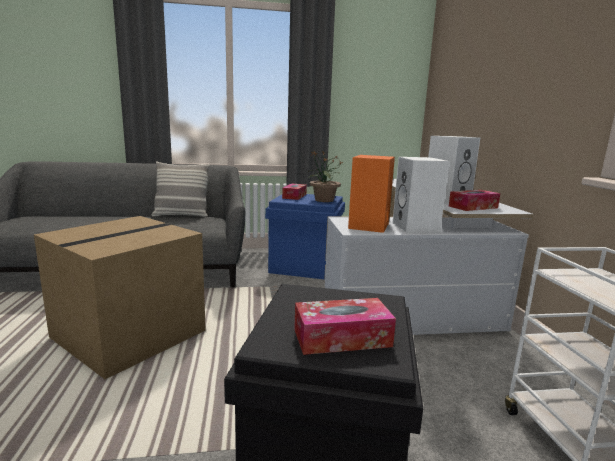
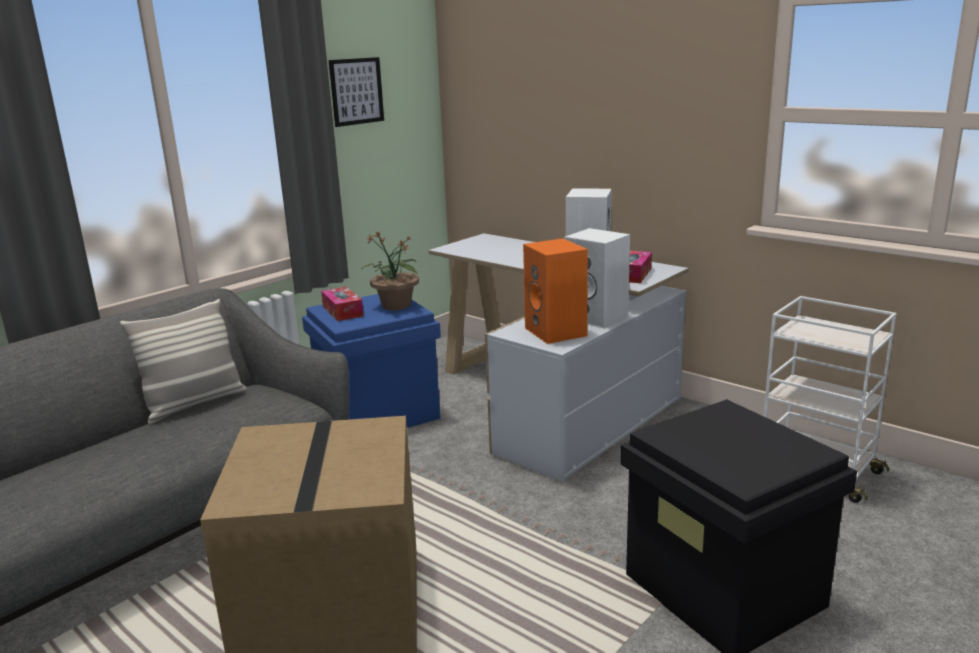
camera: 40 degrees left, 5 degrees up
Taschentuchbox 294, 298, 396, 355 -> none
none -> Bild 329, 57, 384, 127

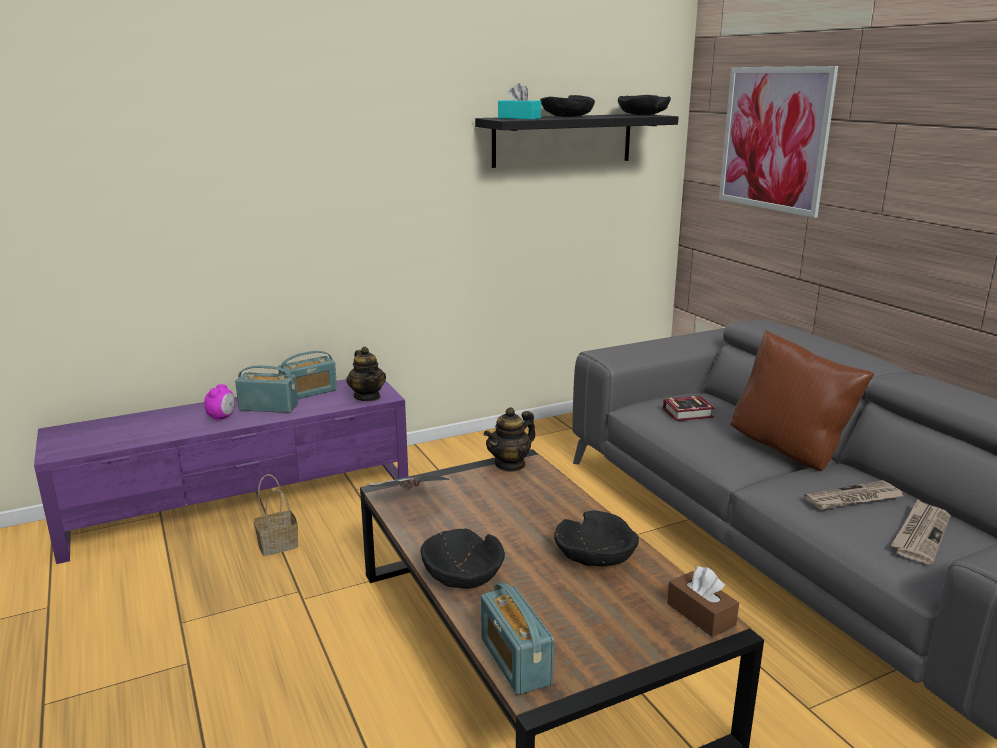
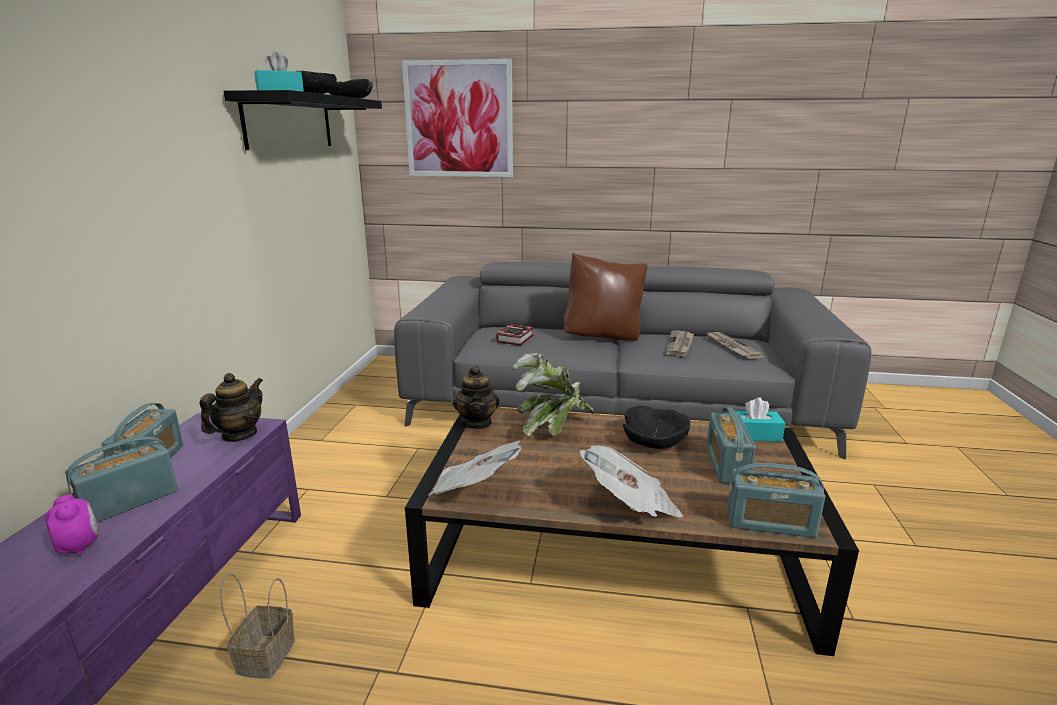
camera: 55 degrees left, 0 degrees up
Teekanne 346, 347, 386, 401 -> Teekanne 200, 373, 263, 442, 75 degrees counterclockwise
Schüssel [schwarz] 420, 529, 505, 589 -> Zeitung 580, 445, 683, 517
Taschentuchbox [braun] 667, 566, 739, 637 -> Taschentuchbox [türkis] 735, 397, 785, 441
none -> Topfpflanze 513, 353, 594, 436
none -> Radio 707, 407, 756, 483

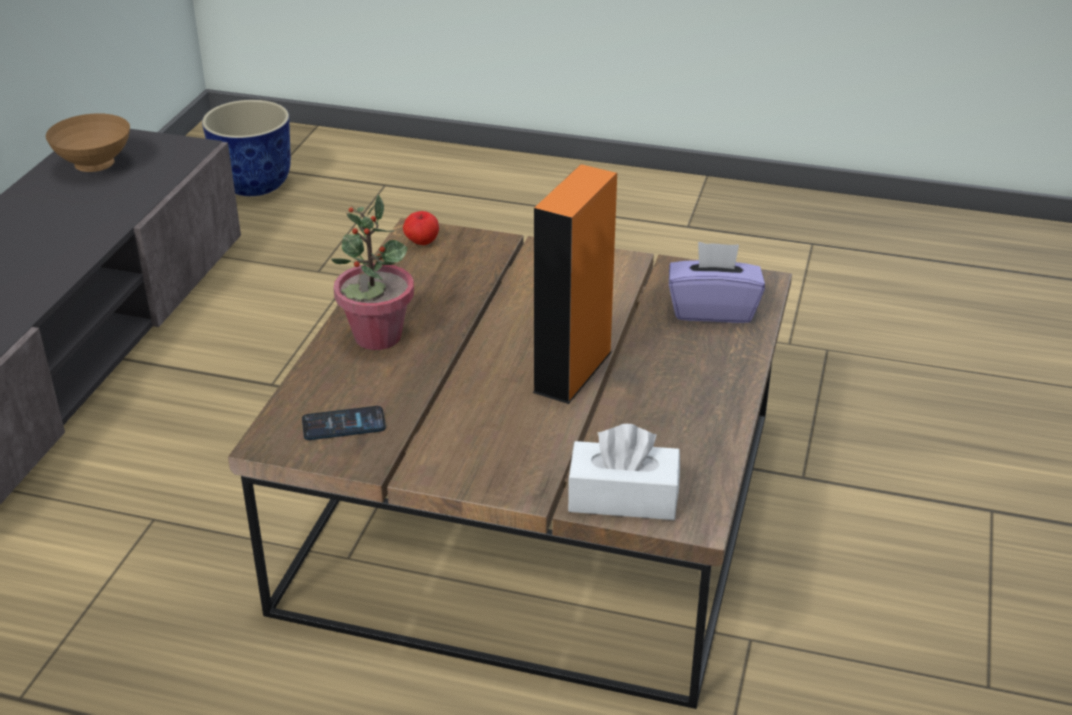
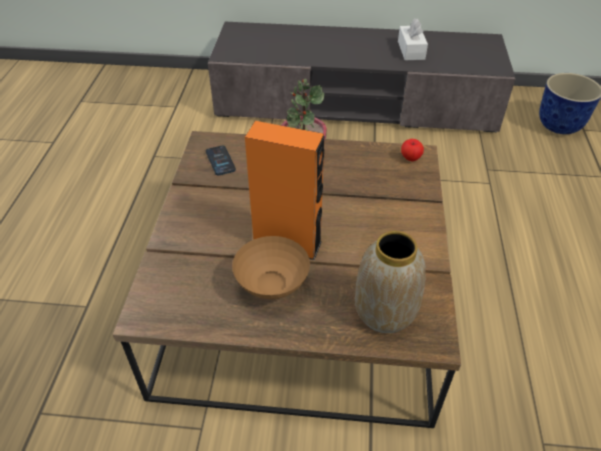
camera: 80 degrees right, 10 degrees up
Schüssel [braun] 46, 113, 130, 172 -> Schüssel [braun] 232, 236, 310, 300, relocated
Taschentuchbox [lila] 669, 242, 765, 323 -> Vase 355, 231, 426, 333
Taschentuchbox [weiß] 568, 424, 680, 520 -> Taschentuchbox [weiß] 398, 18, 428, 60, relocated

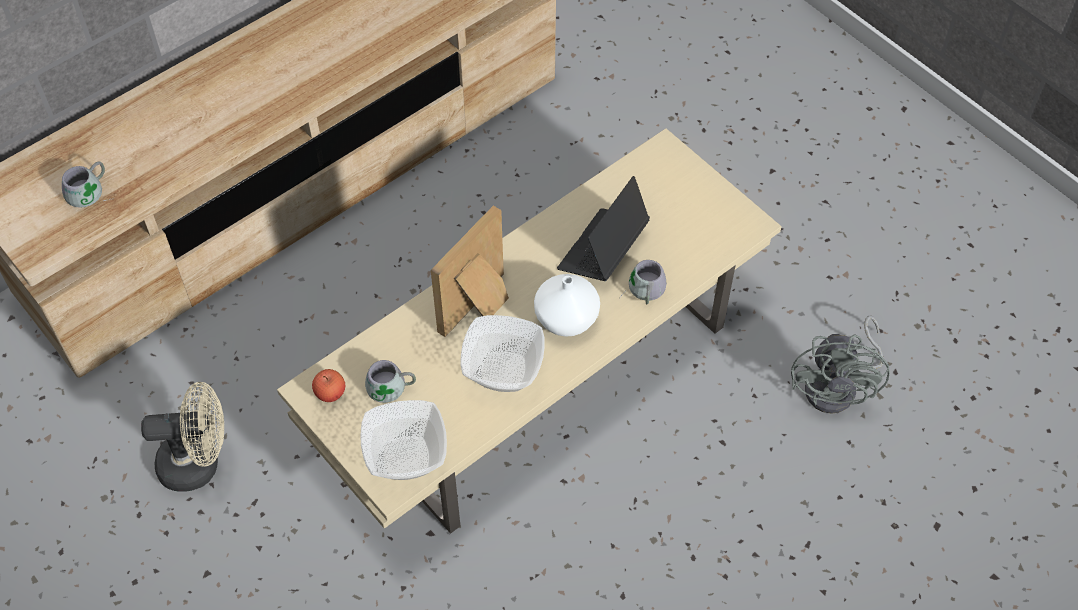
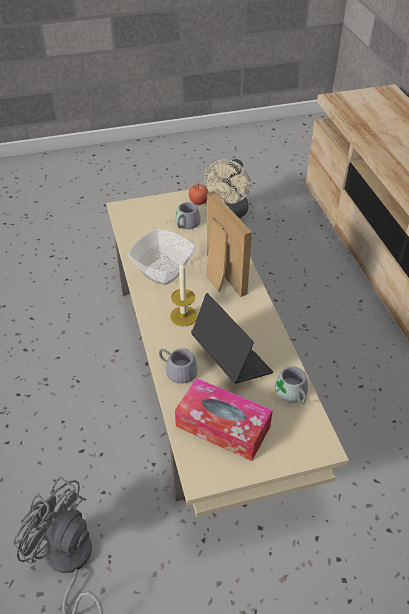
camera: 115 degrees right, 10 degrees down
Henkelbecher [grau] 62, 162, 114, 208 -> Henkelbecher [grau] 275, 366, 308, 405, relocated
Vase [weiß] 534, 274, 600, 337 -> Kerze 170, 262, 197, 327
Schüssel 361, 400, 447, 480 -> none
none -> Taschentuchbox 175, 378, 273, 461

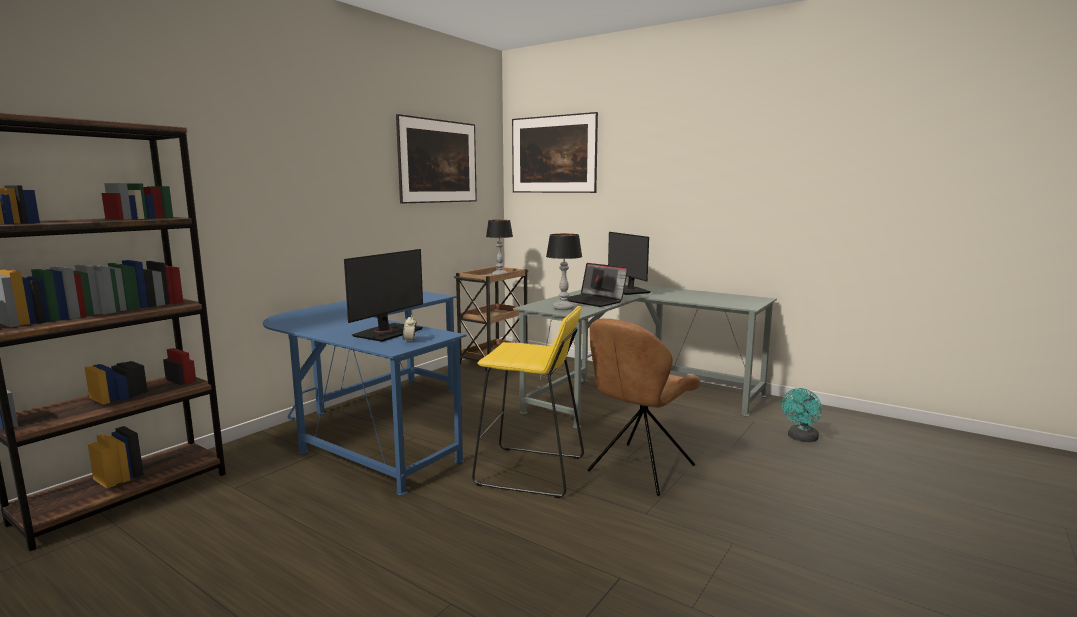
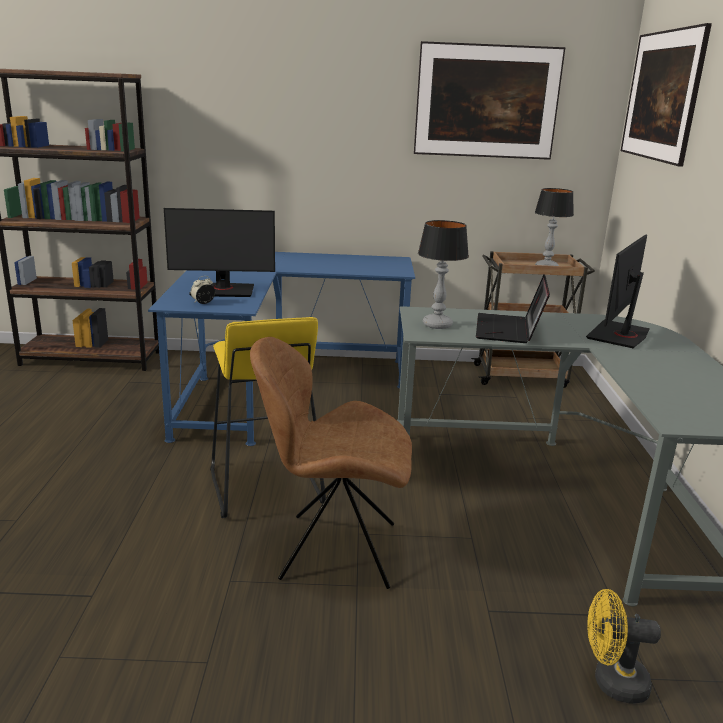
camera: 55 degrees right, 10 degrees up
Ventilator [türkis] 782, 388, 822, 442 -> Ventilator [gelb] 587, 589, 661, 704

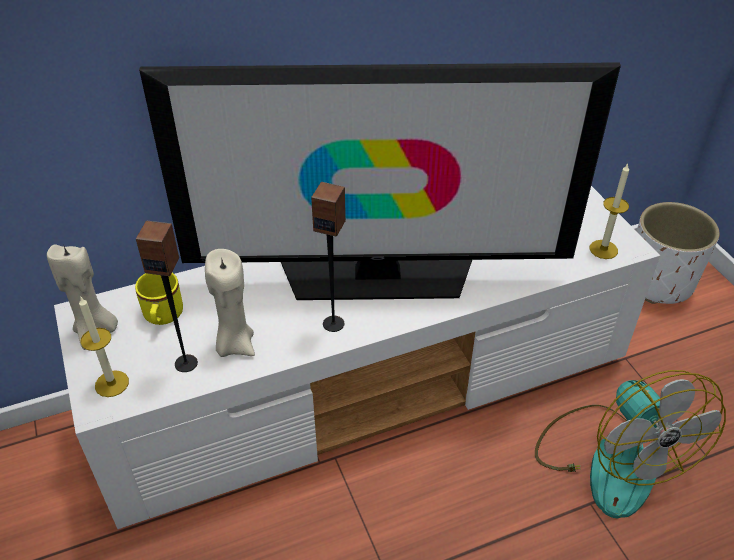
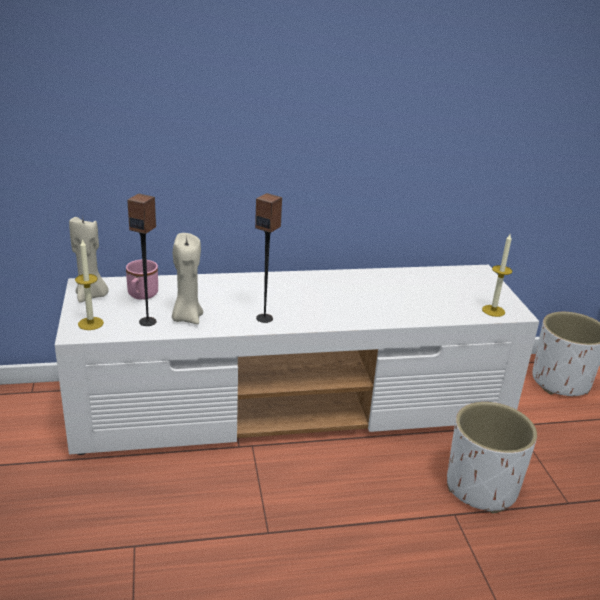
camera: 10 degrees right, 15 degrees down
Fernseher 139, 62, 621, 300 -> none
Henkelbecher [gelb] 135, 273, 183, 325 -> Henkelbecher [rosa] 126, 260, 158, 300
Ventilator 535, 370, 726, 519 -> Pflanzkübel [weiß] 447, 402, 537, 513

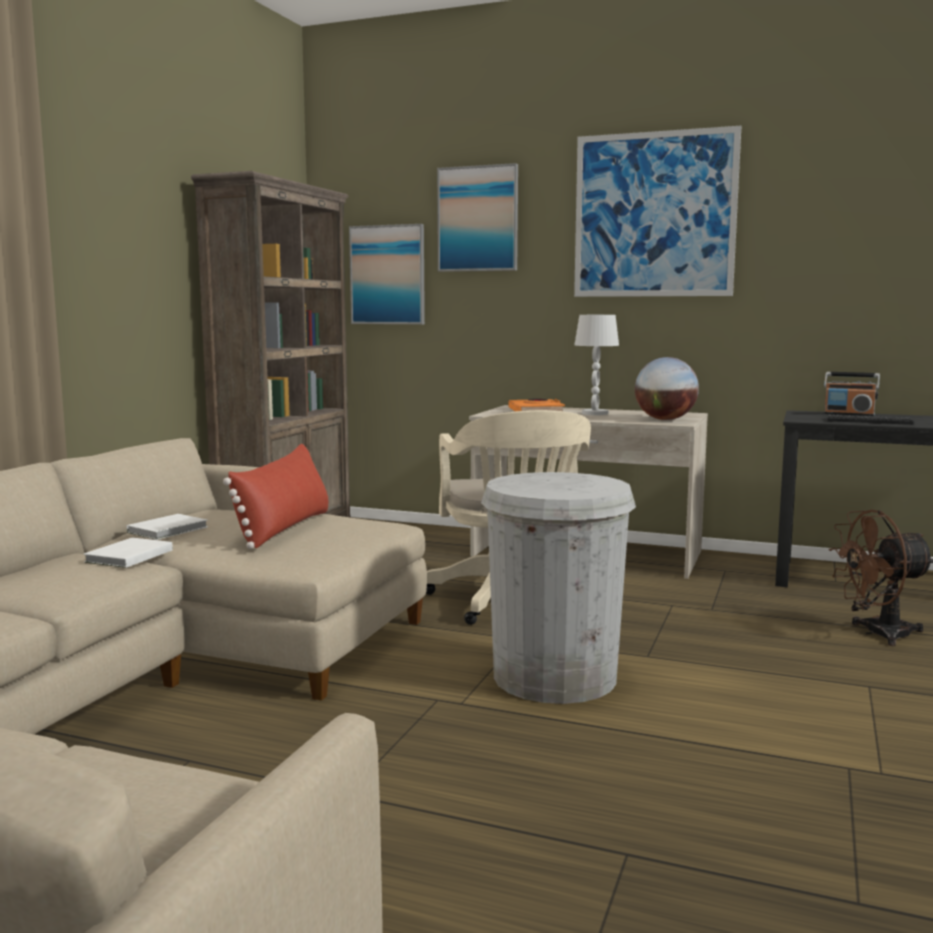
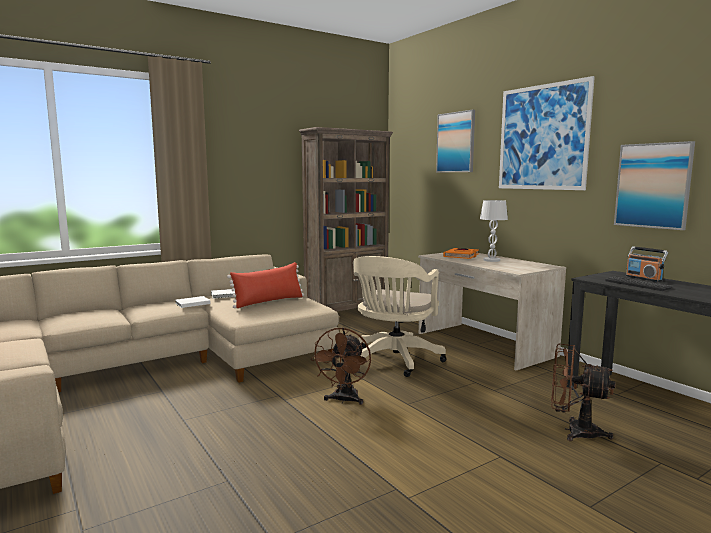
camera: 35 degrees right, 0 degrees up
Bild 349, 224, 425, 324 -> Bild 614, 141, 695, 230, relocated
Globus 635, 357, 699, 420 -> none
Mülleimer [weiß] 481, 472, 636, 704 -> Ventilator [braun] 311, 327, 371, 405

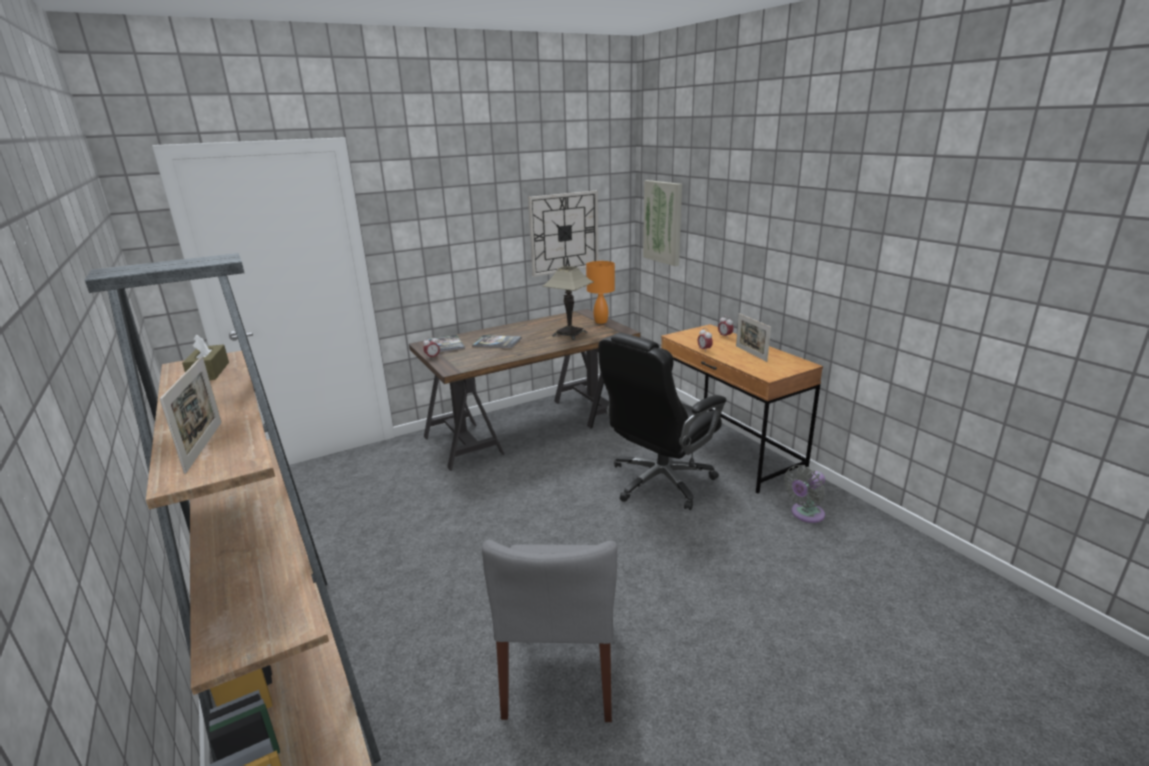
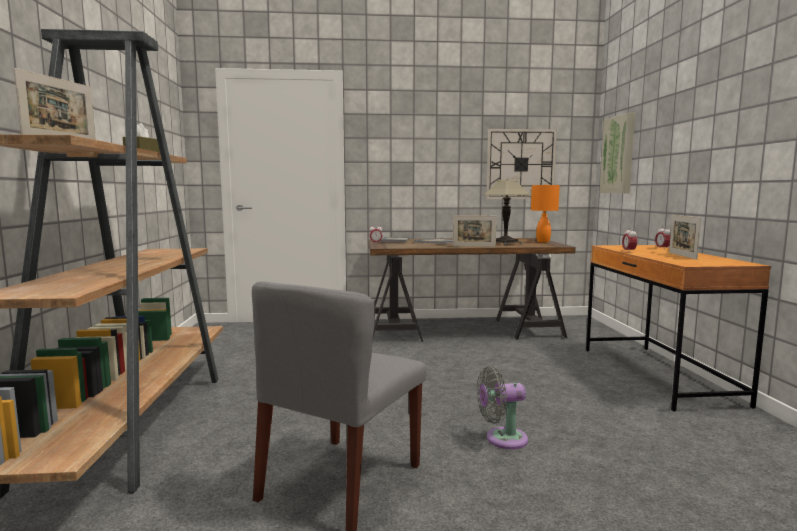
camera: 25 degrees right, 15 degrees down
Bürostuhl [schwarz] 598, 333, 726, 510 -> none
Ventilator [grau] 784, 465, 825, 523 -> Ventilator [grau] 477, 366, 528, 449, relocated
none -> Bilderrahmen 453, 216, 497, 247

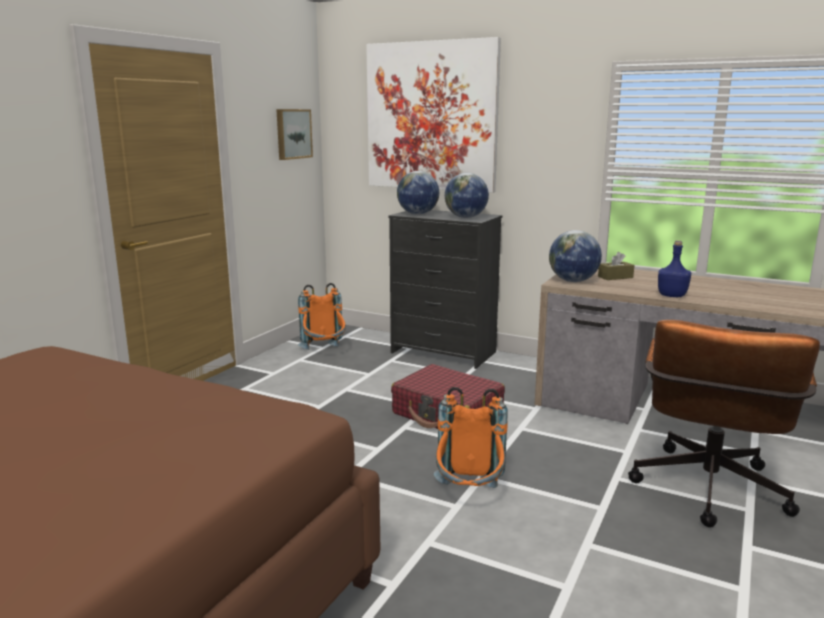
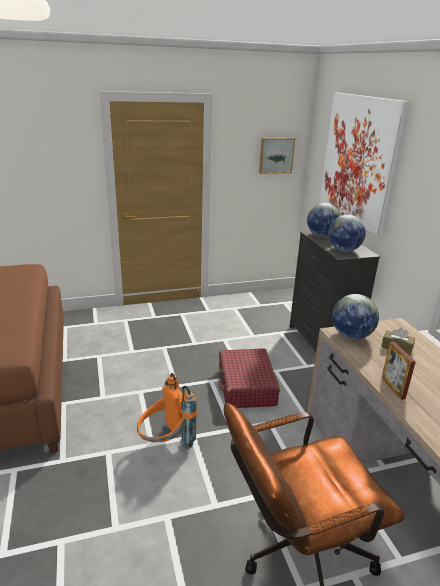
camera: 45 degrees right, 10 degrees up
Flasche [blau] 658, 240, 691, 297 -> Bilderrahmen 382, 342, 416, 400
Rucksack [orange] 298, 283, 346, 350 -> none

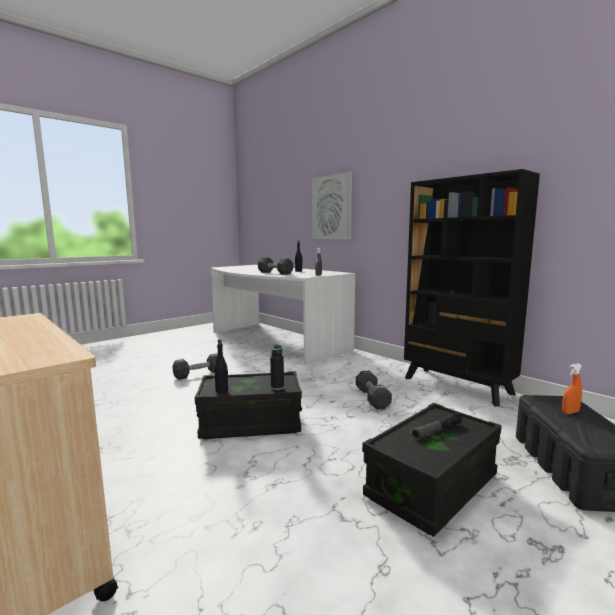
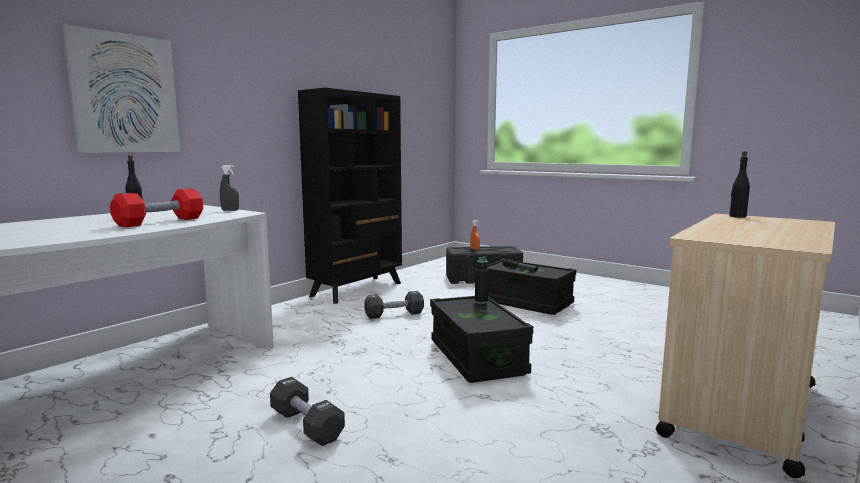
camera: 100 degrees left, 0 degrees up
Hantel [schwarz] 258, 257, 293, 275 -> Hantel [rot] 110, 189, 203, 227
Flasche [schwarz] 215, 339, 228, 394 -> Flasche [schwarz] 729, 151, 750, 218, relocated

